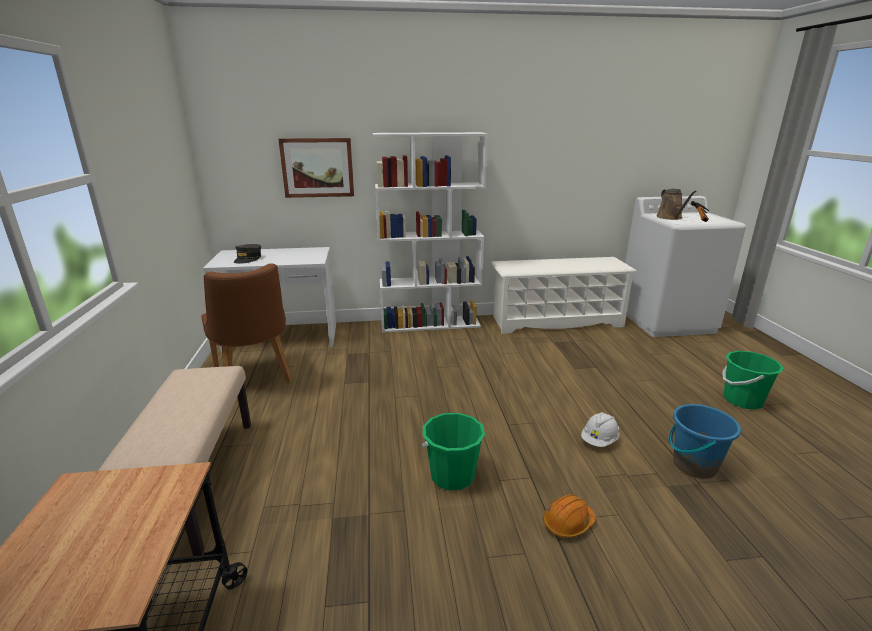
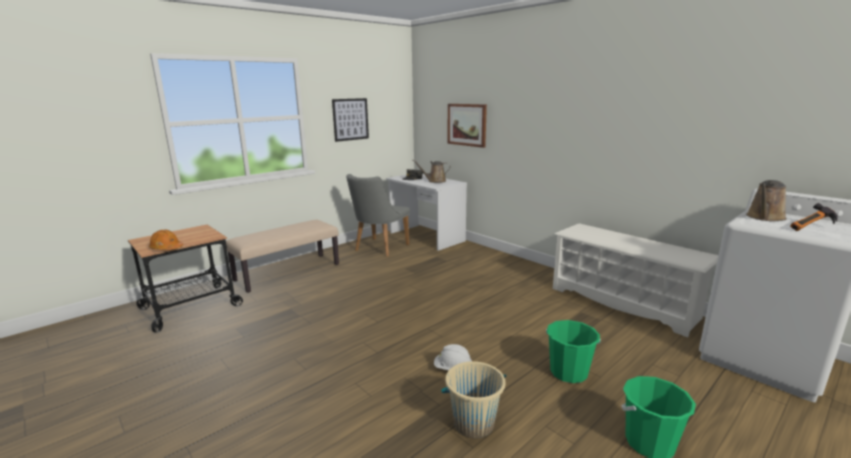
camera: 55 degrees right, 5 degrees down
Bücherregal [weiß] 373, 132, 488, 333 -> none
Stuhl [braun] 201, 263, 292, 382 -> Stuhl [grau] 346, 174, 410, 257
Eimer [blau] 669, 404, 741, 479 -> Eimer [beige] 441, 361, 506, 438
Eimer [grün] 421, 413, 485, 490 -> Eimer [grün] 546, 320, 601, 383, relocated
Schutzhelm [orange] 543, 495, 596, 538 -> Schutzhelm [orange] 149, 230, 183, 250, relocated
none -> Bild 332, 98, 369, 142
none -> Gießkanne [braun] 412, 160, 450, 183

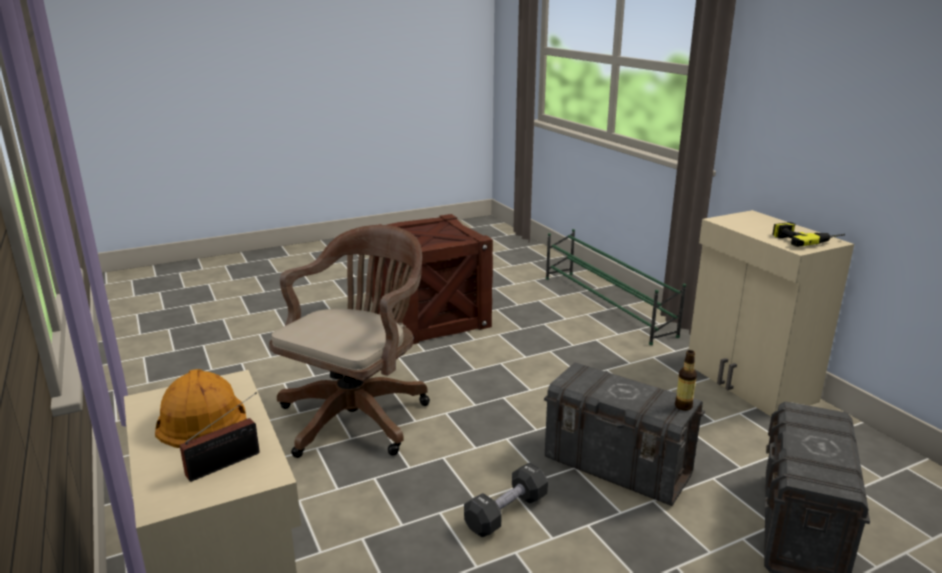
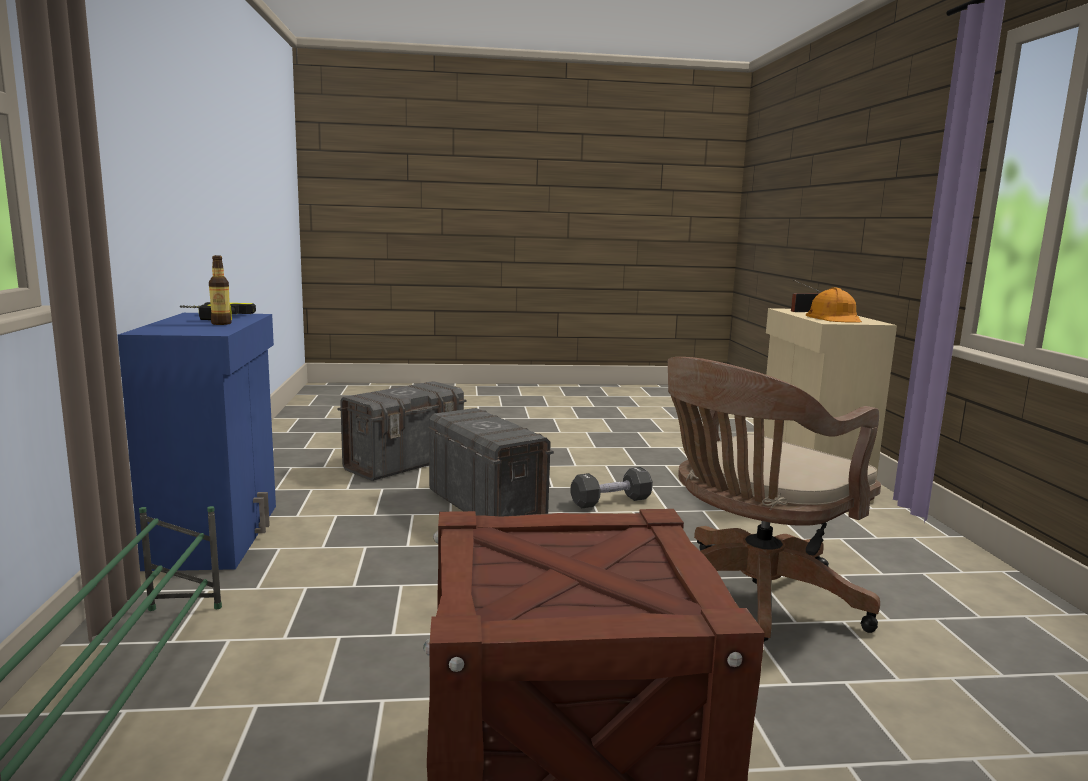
camera: 160 degrees left, 10 degrees down
Schrank [beige] 688, 210, 854, 416 -> Schrank [blau] 118, 313, 276, 571
Flasche 675, 350, 697, 411 -> Flasche 209, 255, 231, 325, relocated

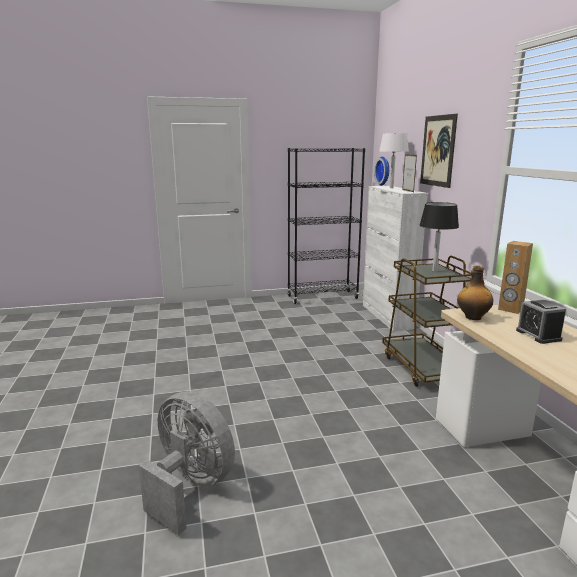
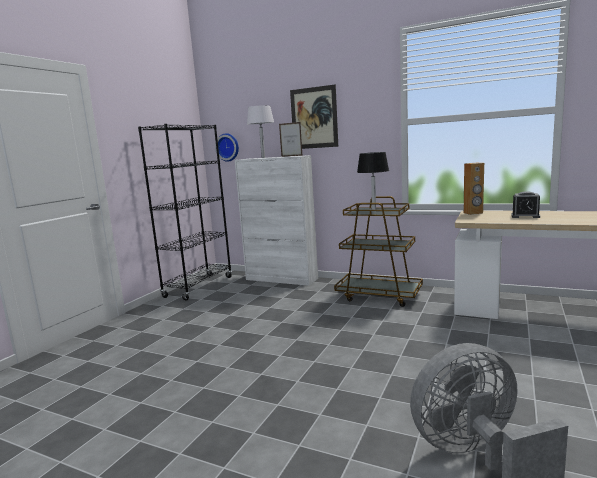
camera: 50 degrees left, 5 degrees down
Flasche 457, 266, 493, 320 -> none

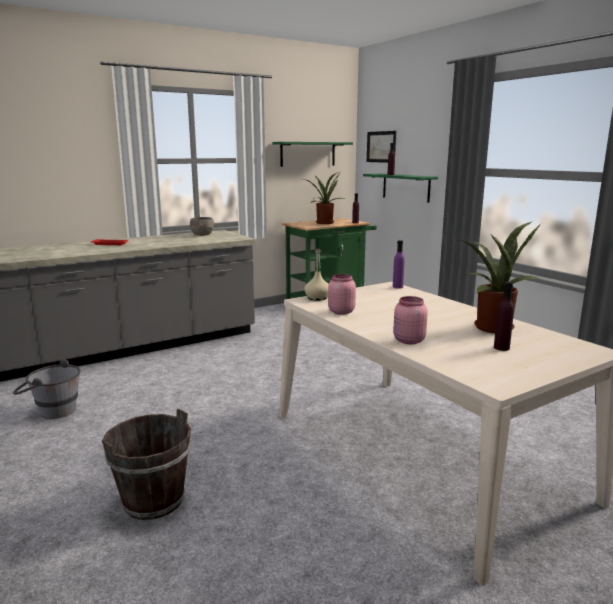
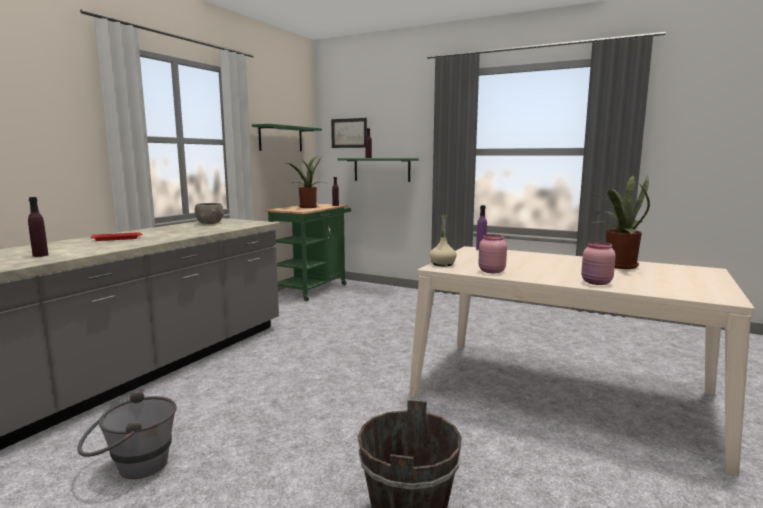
camera: 30 degrees left, 5 degrees down
Flasche [lila] 494, 282, 514, 351 -> Flasche [lila] 28, 197, 48, 257, relocated

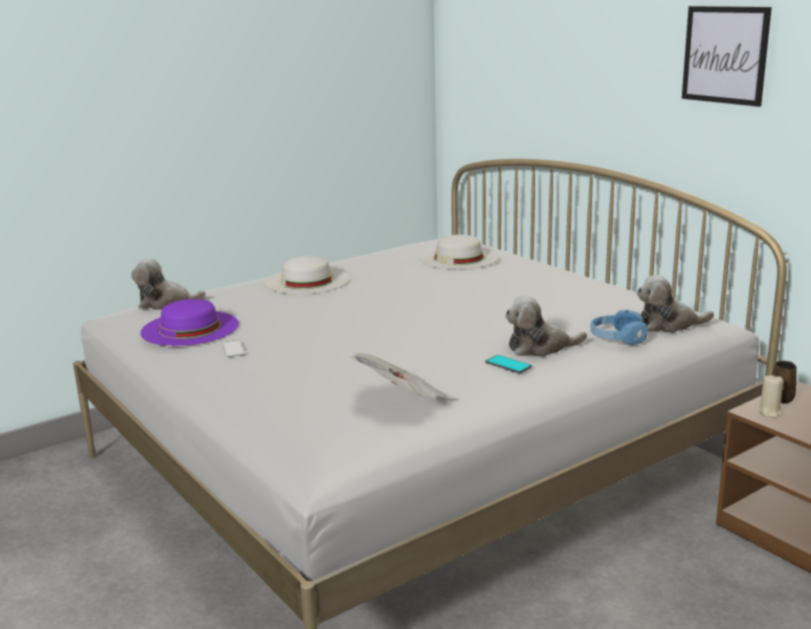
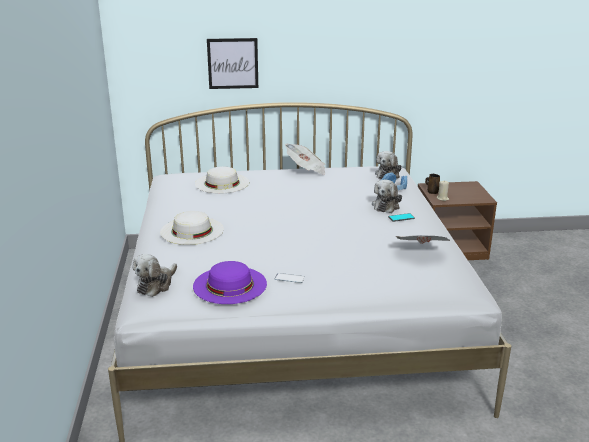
camera: 60 degrees left, 5 degrees up
Bild 682, 6, 772, 107 -> Bild 207, 38, 258, 89, relocated
none -> Zeitung 285, 144, 325, 175

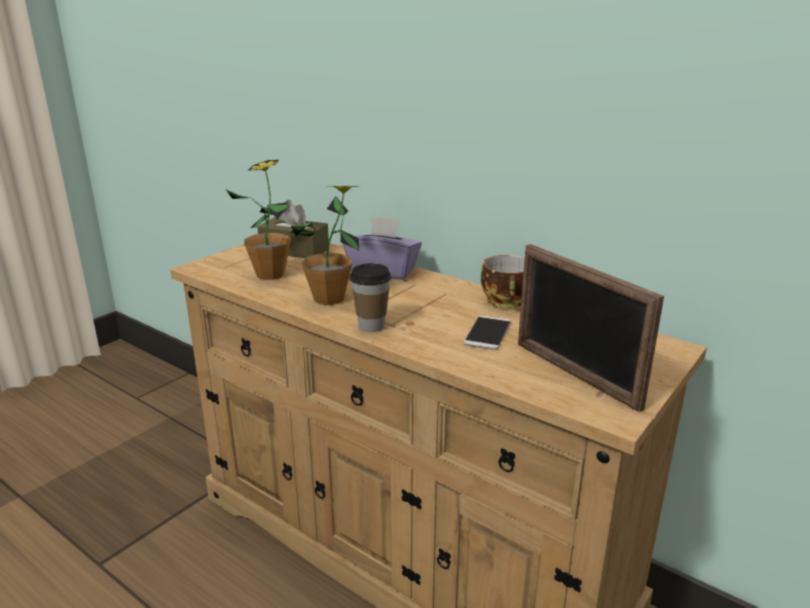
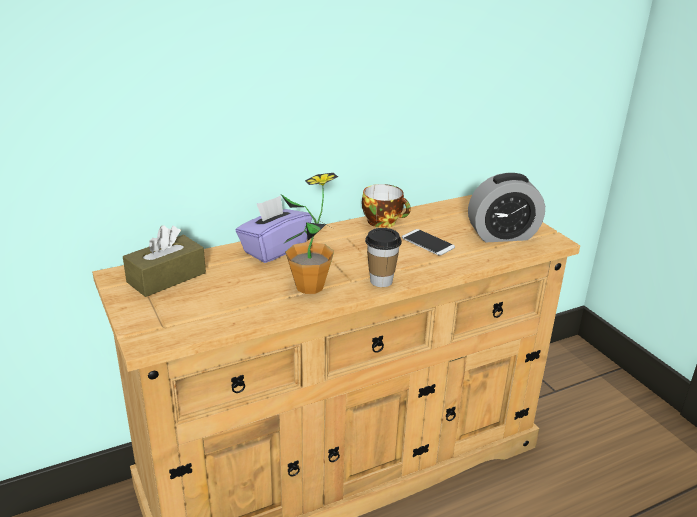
camera: 65 degrees left, 5 degrees up
Topfpflanze 226, 160, 291, 280 -> none
Bilderrahmen 518, 244, 664, 412 -> Wecker 468, 173, 545, 242

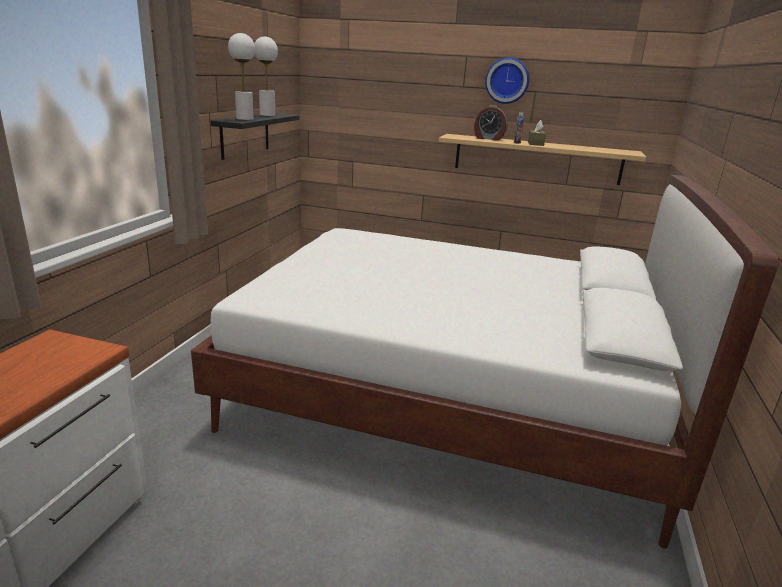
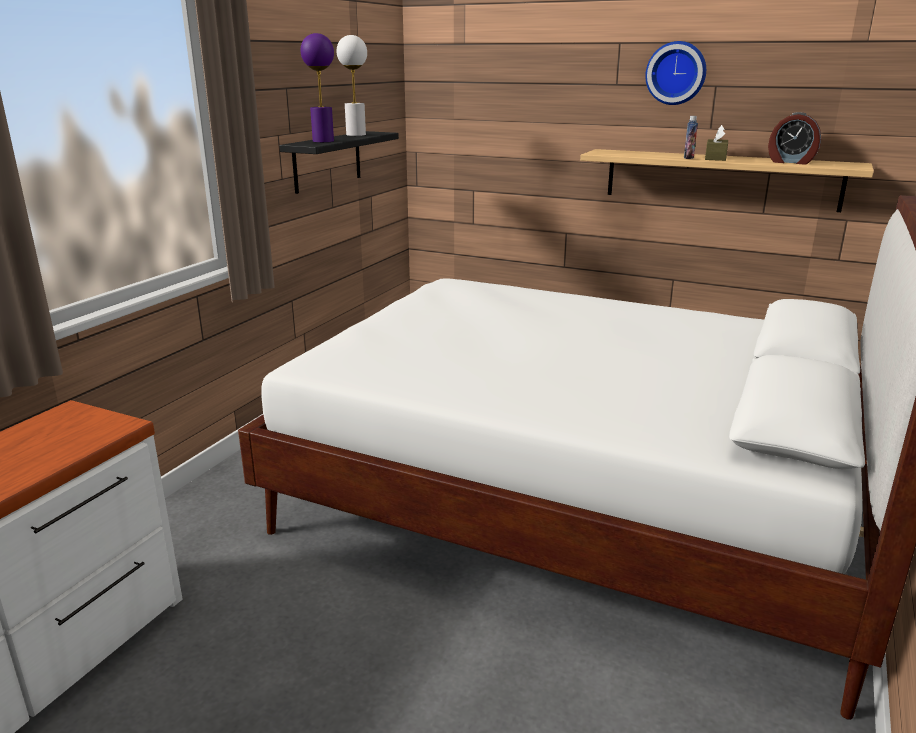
camera: 10 degrees right, 0 degrees up
Tischlampe [weiß] 228, 33, 255, 120 -> Tischlampe [lila] 301, 33, 334, 143
Wecker 474, 105, 508, 141 -> Wecker 768, 112, 821, 164, relocated

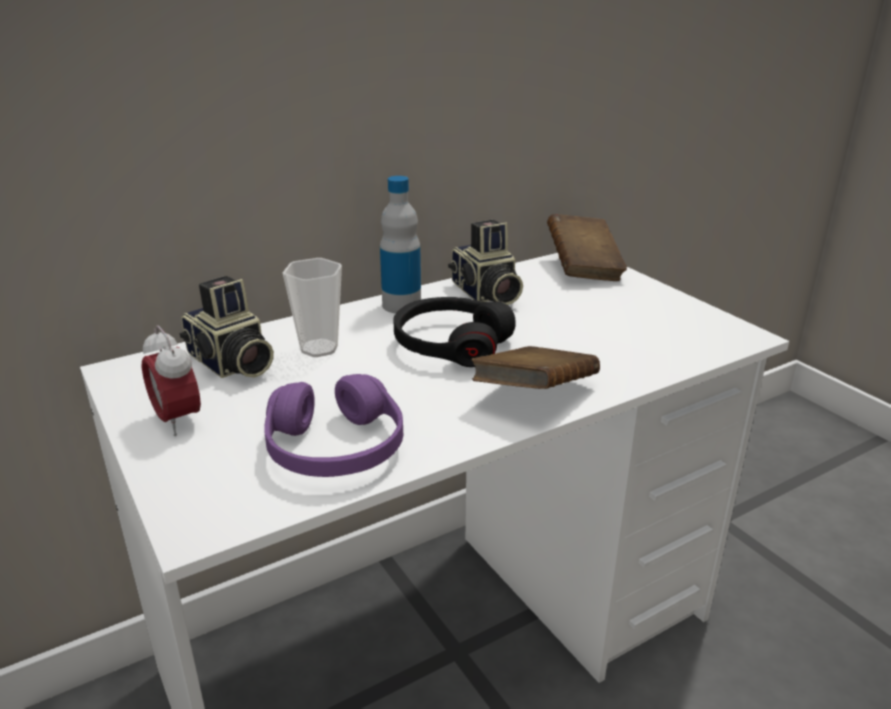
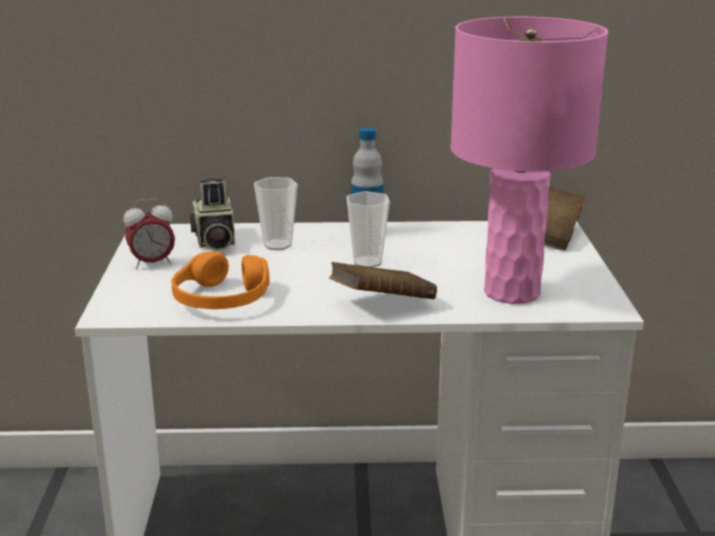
camera: 30 degrees right, 5 degrees down
Kamera 448, 220, 523, 305 -> none
Kopfhörer [schwarz] 394, 297, 516, 367 -> Tasse 346, 191, 390, 268
Wecker 142, 325, 201, 436 -> Wecker 123, 198, 175, 269, 105 degrees counterclockwise
Kopfhörer [lila] 264, 374, 403, 477 -> Kopfhörer [orange] 171, 252, 269, 309
none -> Tischlampe [rosa] 450, 17, 608, 304

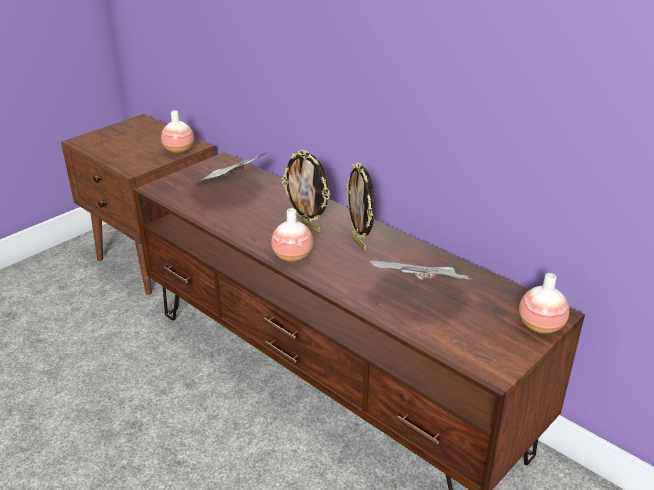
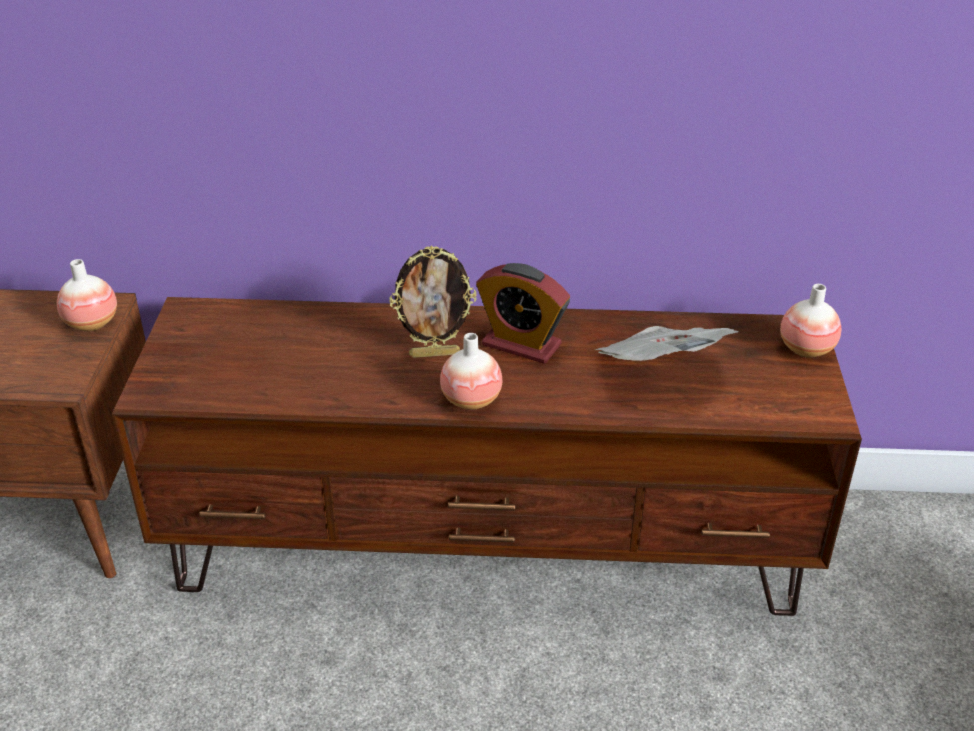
camera: 40 degrees left, 5 degrees up
Zeitung 193, 152, 269, 184 -> none
Bilderrahmen 346, 162, 375, 251 -> Wecker 476, 263, 570, 364

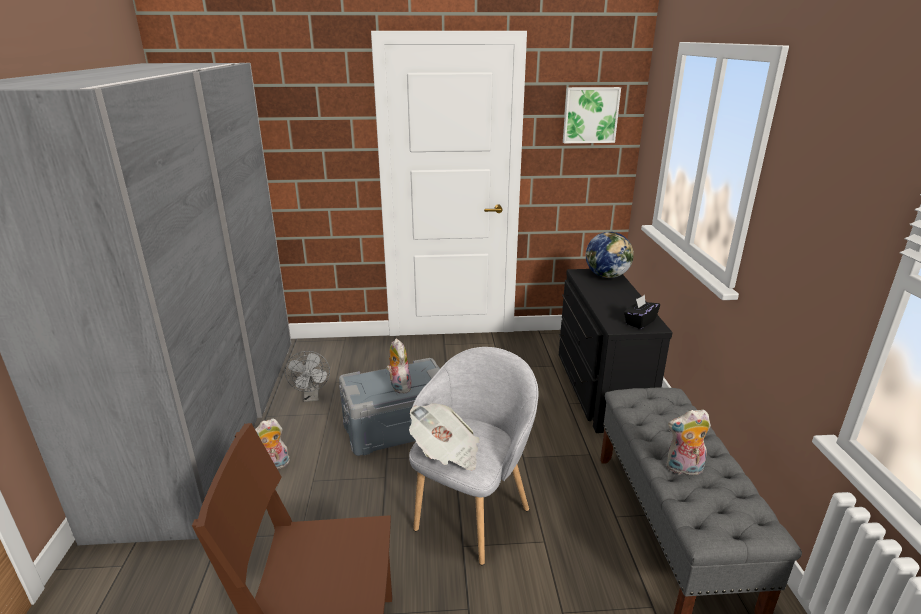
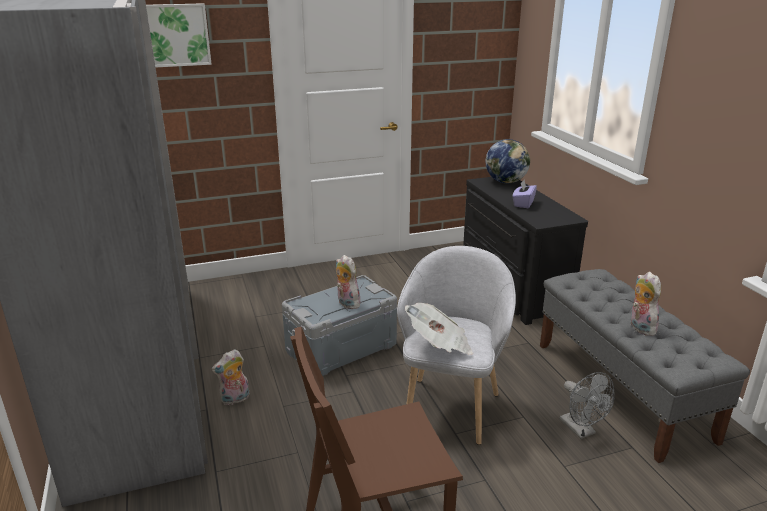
camera: 15 degrees left, 0 degrees up
Bild 563, 87, 621, 143 -> Bild 146, 3, 212, 67, relocated
Taschentuchbox [schwarz] 624, 295, 660, 329 -> none
Ventilator [grau] 285, 351, 330, 402 -> Ventilator [grau] 560, 372, 614, 439, relocated
Plüschtier 667, 409, 711, 475 -> Plüschtier 629, 271, 661, 336, 90 degrees clockwise
none -> Taschentuchbox [lila] 512, 180, 537, 208

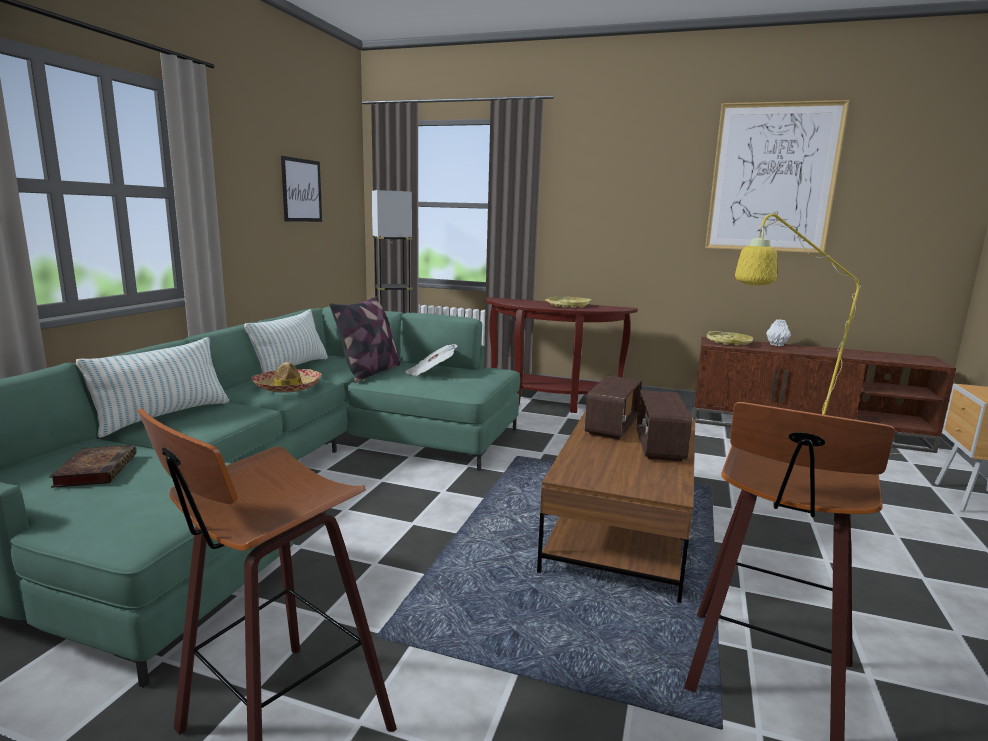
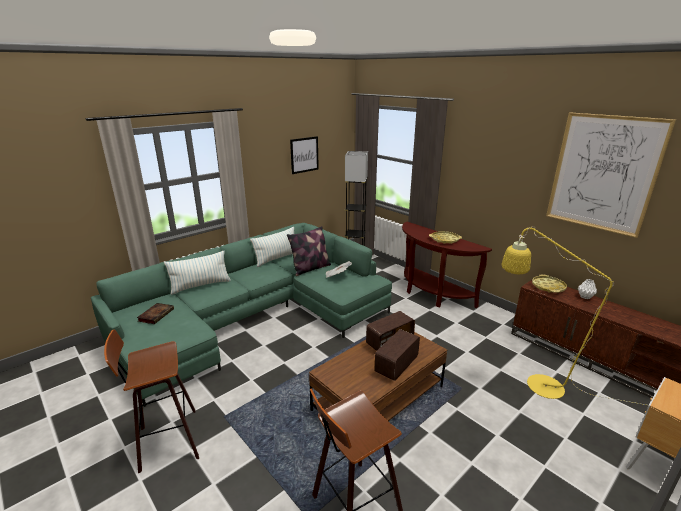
camera: 30 degrees right, 10 degrees up
Hut 251, 362, 322, 393 -> none

